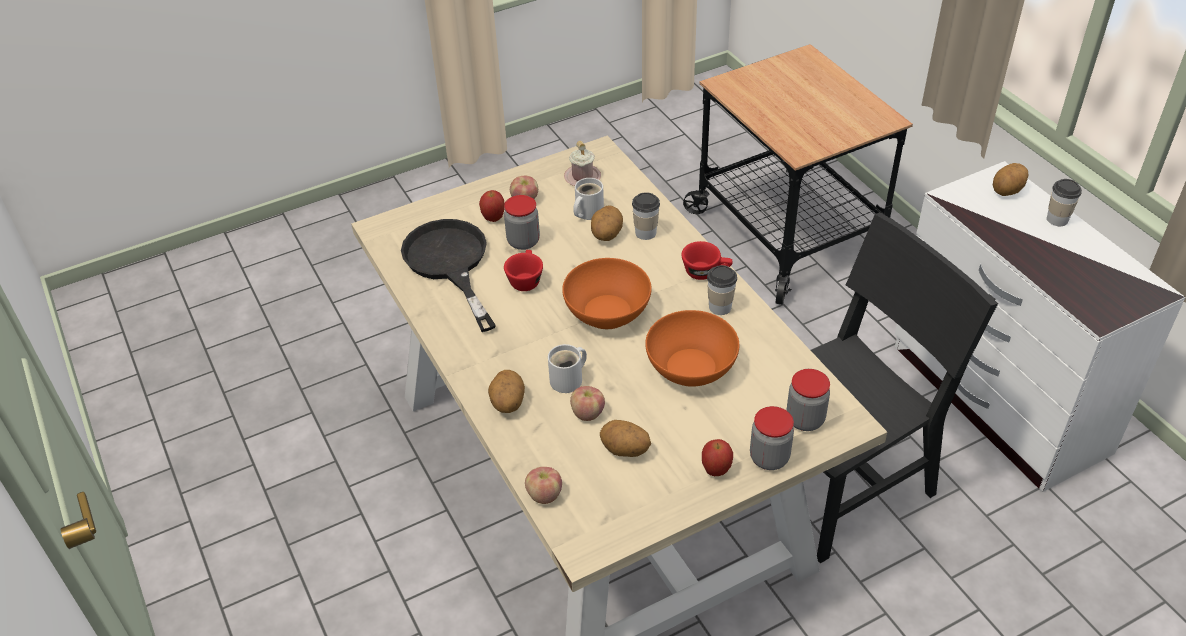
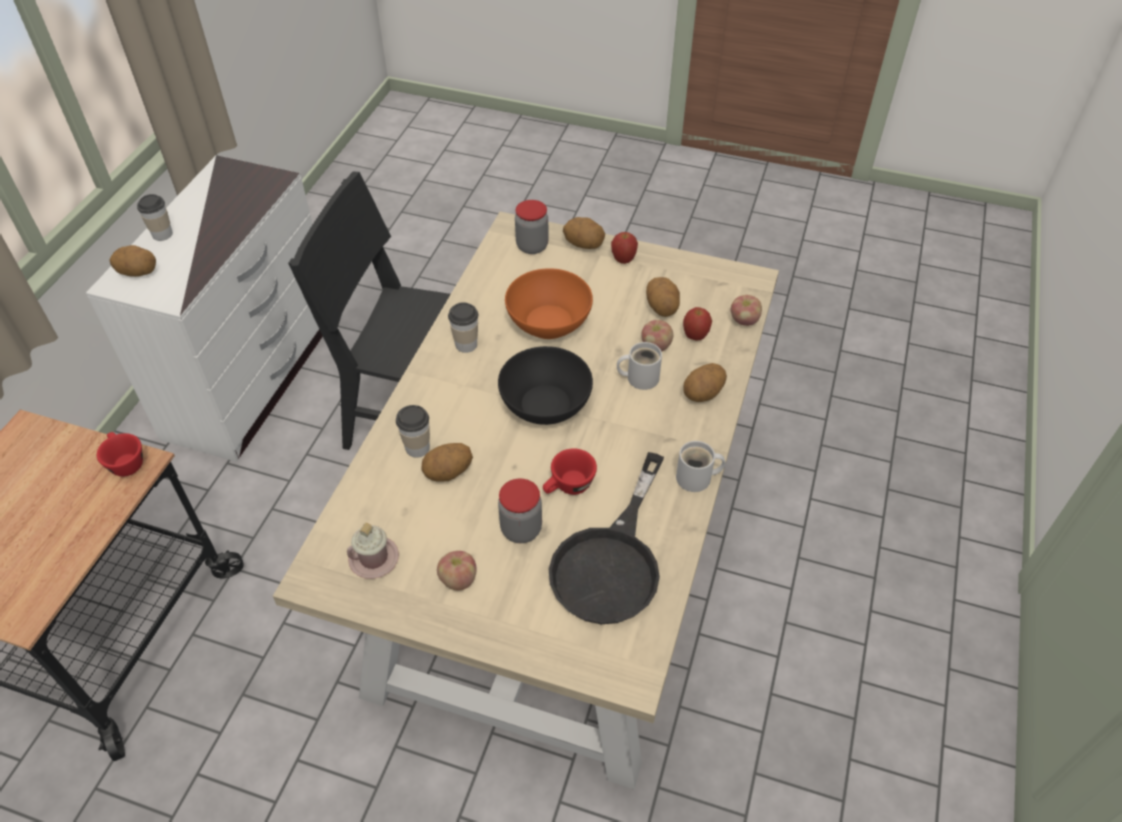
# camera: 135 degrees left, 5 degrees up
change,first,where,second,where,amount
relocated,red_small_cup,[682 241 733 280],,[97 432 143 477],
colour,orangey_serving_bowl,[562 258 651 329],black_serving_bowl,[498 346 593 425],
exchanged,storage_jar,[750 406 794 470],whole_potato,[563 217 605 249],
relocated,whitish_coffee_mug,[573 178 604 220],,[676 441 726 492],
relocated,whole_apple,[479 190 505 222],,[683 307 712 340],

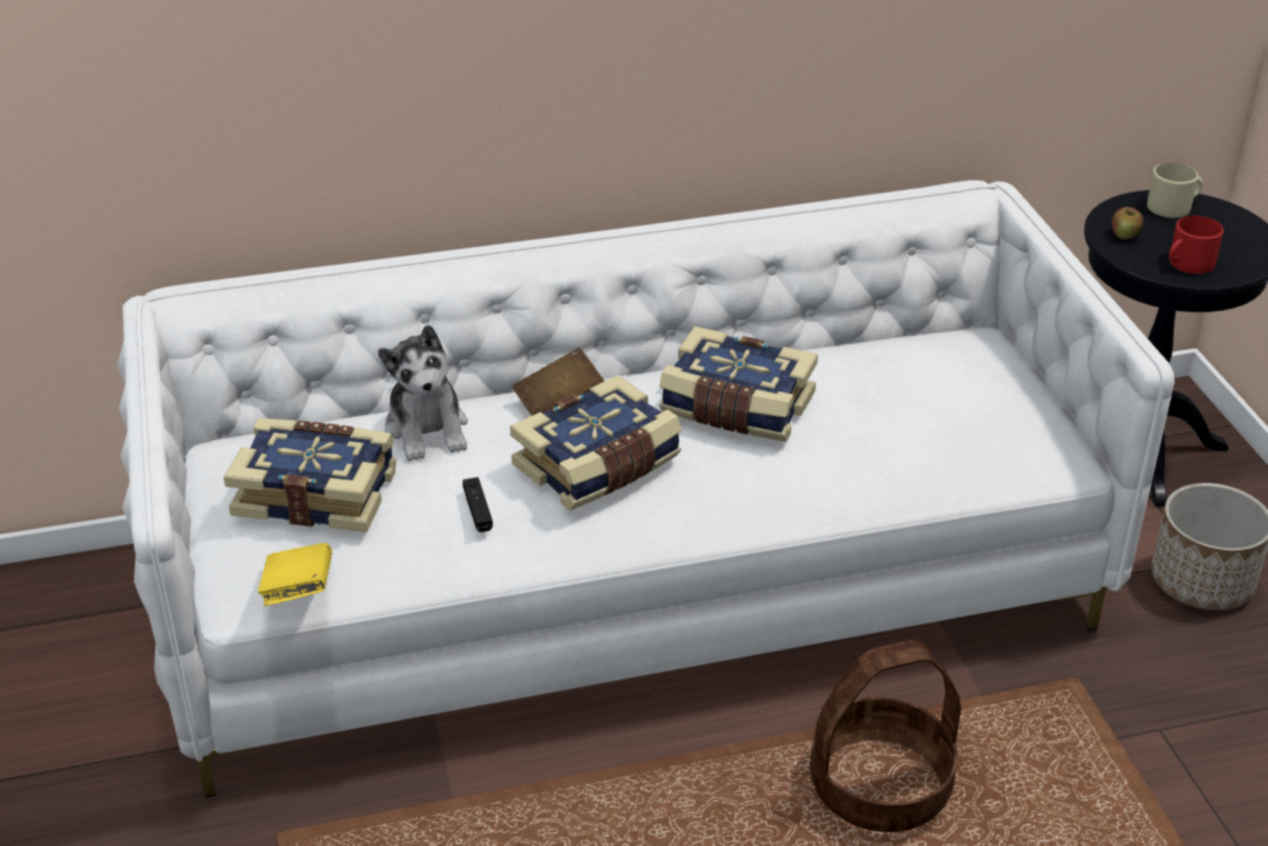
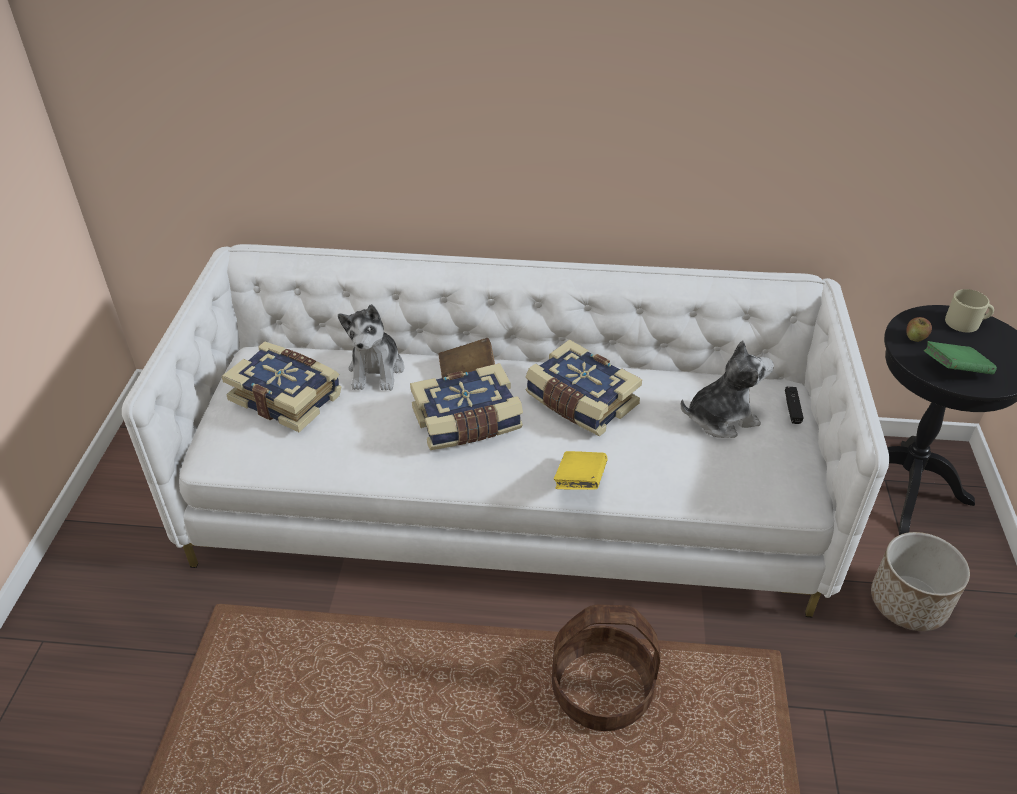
# camera: 20 degrees right, 5 degrees up
change,first,where,second,where,amount
relocated,yellowish_book,[258 543 332 606],,[554 451 607 490],
appeared,,,plush_toy,[681 340 774 438],
relocated,black_game_controller,[463 477 493 532],,[785 387 803 424],
exchanged,red_coffee_mug,[1169 215 1224 274],greenish_book,[924 341 997 375],

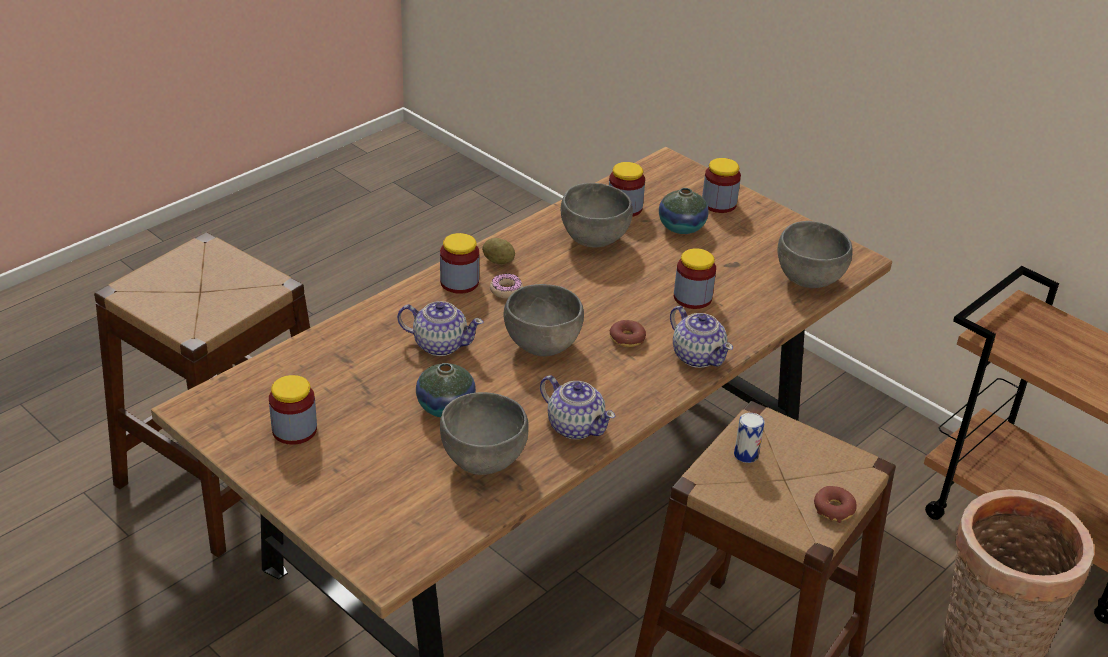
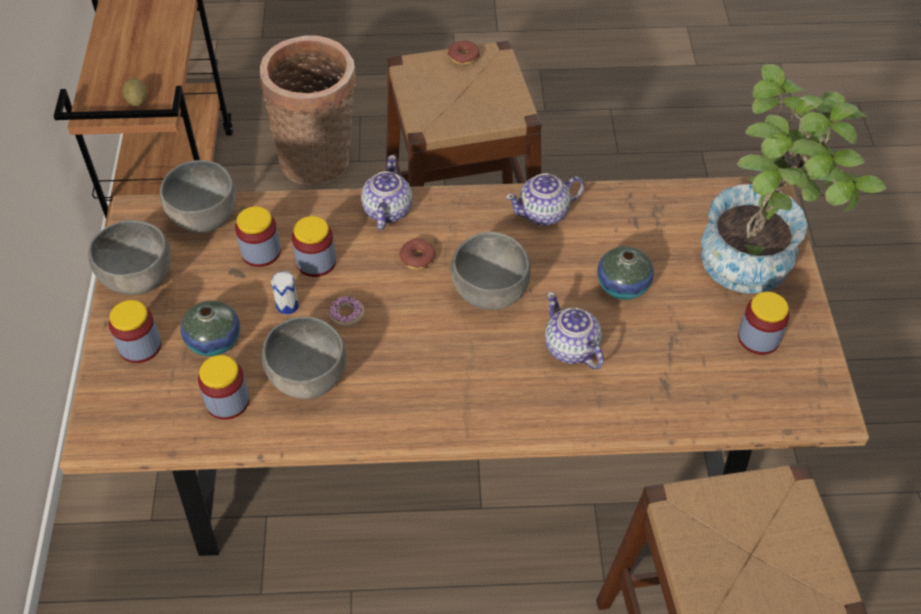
# camera: 135 degrees left, 15 degrees up
change,first,where,second,where,amount
relocated,gray_serving_bowl,[440 392 529 475],,[88 220 171 295],
relocated,whole_potato,[482 238 515 264],,[123 78 148 106],
relocated,storage_jar,[440 233 479 294],,[235 206 281 267],
relocated,metal_can,[734 413 765 463],,[271 271 299 315],
relocated,ring_doughnut,[490 274 523 299],,[329 296 364 327],
spun,teapot,[540 375 615 439],,[505 173 584 226],105 degrees counterclockwise
appeared,,,houseplant,[701 64 886 294],

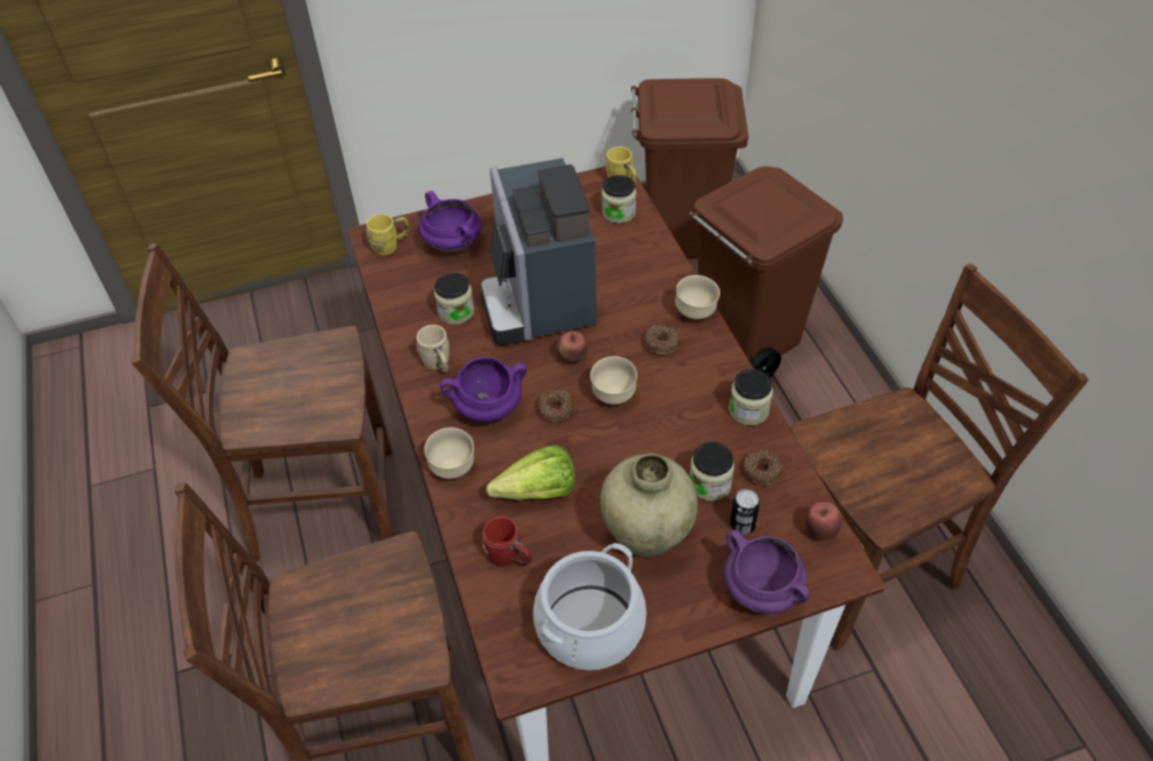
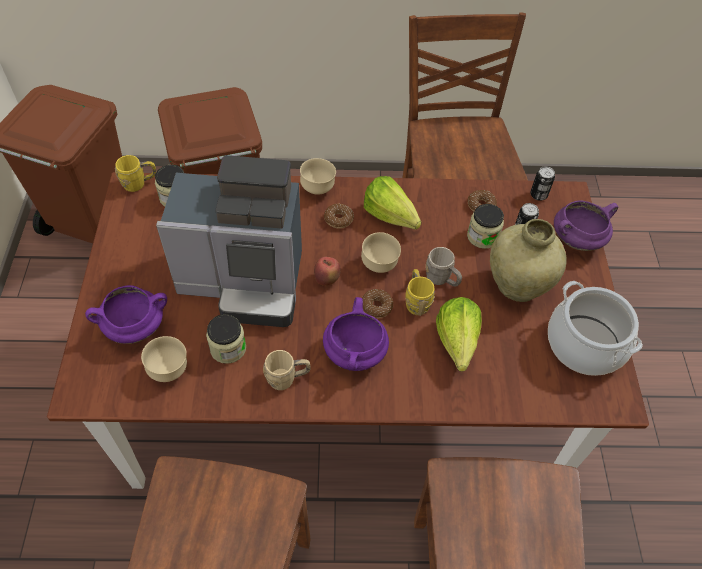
# camera: 75 degrees left, 5 degrees up
change,first,where,second,where,amount
relocated,beige-coloured_serving_bowl,[424 427 474 479],,[141 336 187 382],
appeared,,,lettuce_head,[364 176 421 230],
relocated,yellowish_coffee_mug,[366 214 410 256],,[406 269 435 316],
appeared,,,gray_coffee_mug,[426 247 462 287],
exchanged,whole_apple,[806 502 842 540],metal_can,[530 166 555 201],
missing,red_coffee_mug,[483 516 532 566],,,
missing,storage_jar,[729 369 773 425],,,

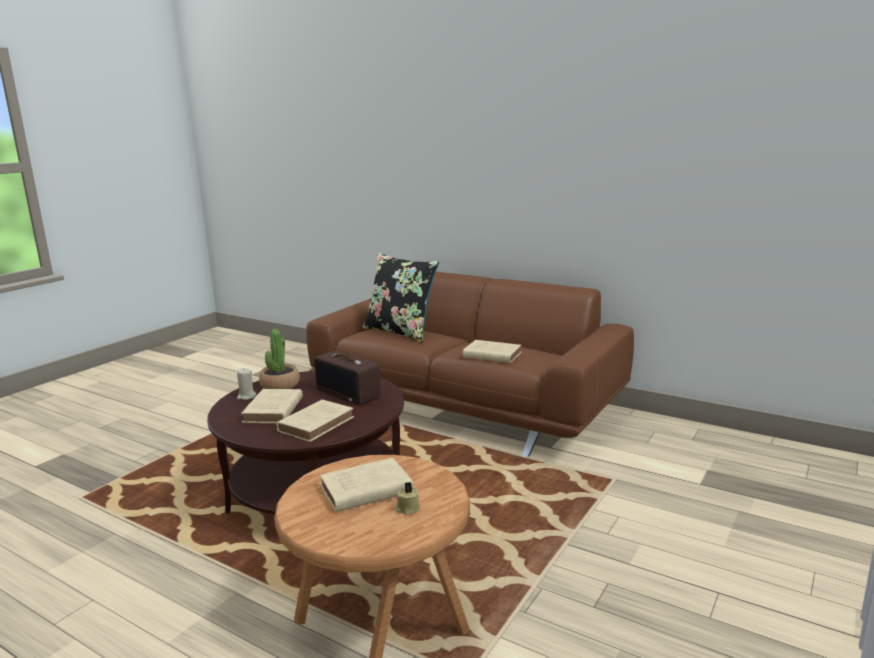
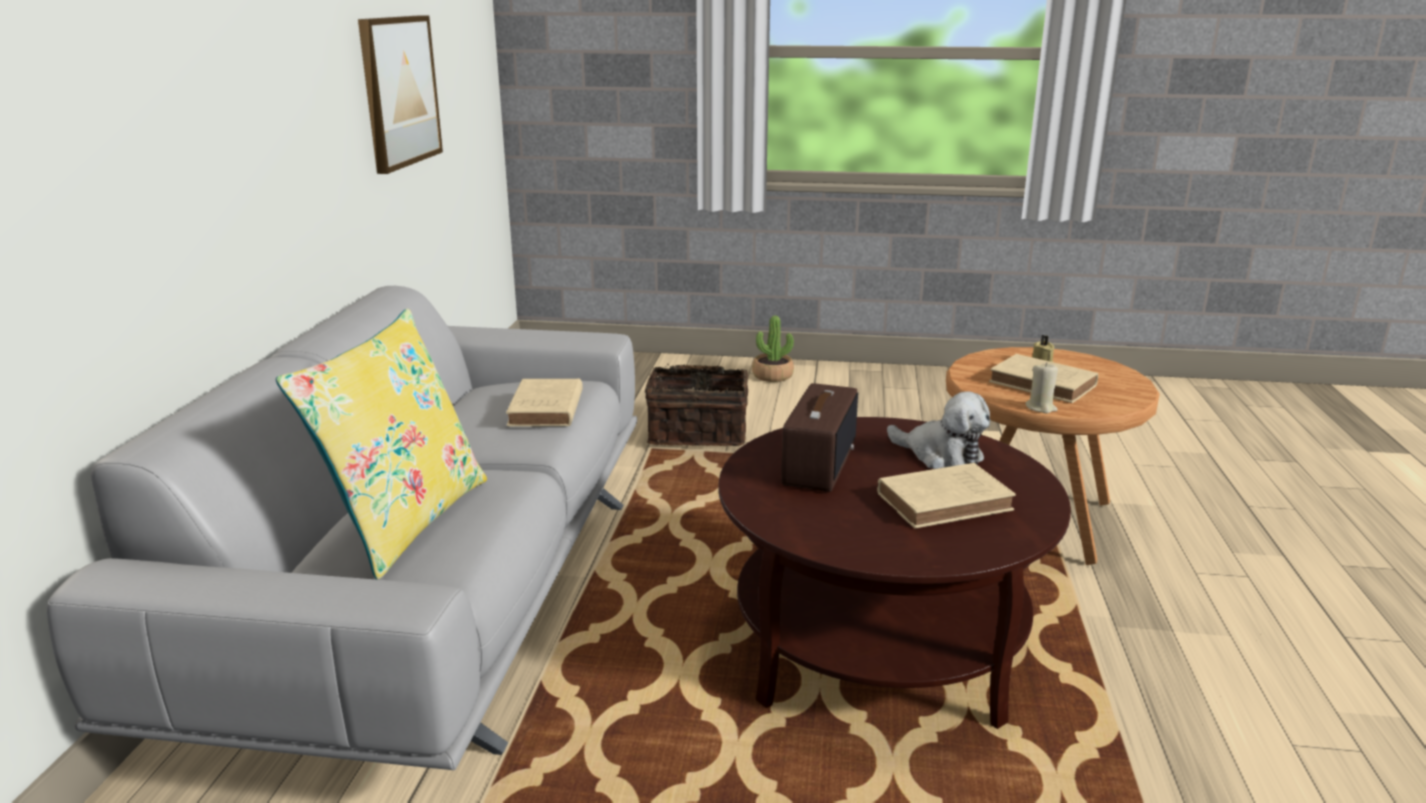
# camera: 115 degrees left, 5 degrees up
change,first,where,second,where,amount
colour,brown-coloured_couch,[307 272 634 457],gray_couch,[47 286 637 770],
colour,black_cushion,[363 253 439 342],yellowish_cushion,[276 309 487 580],
appeared,,,wall_picture,[358 15 443 174],
appeared,,,storage_basket,[645 364 748 446],
relocated,houseplant,[259 329 300 389],,[752 316 794 382],
exchanged,beige-coloured_book,[276 399 354 442],plush_toy,[887 391 990 469],
relocated,beige-coloured_candle,[237 368 256 400],,[1026 362 1058 413],

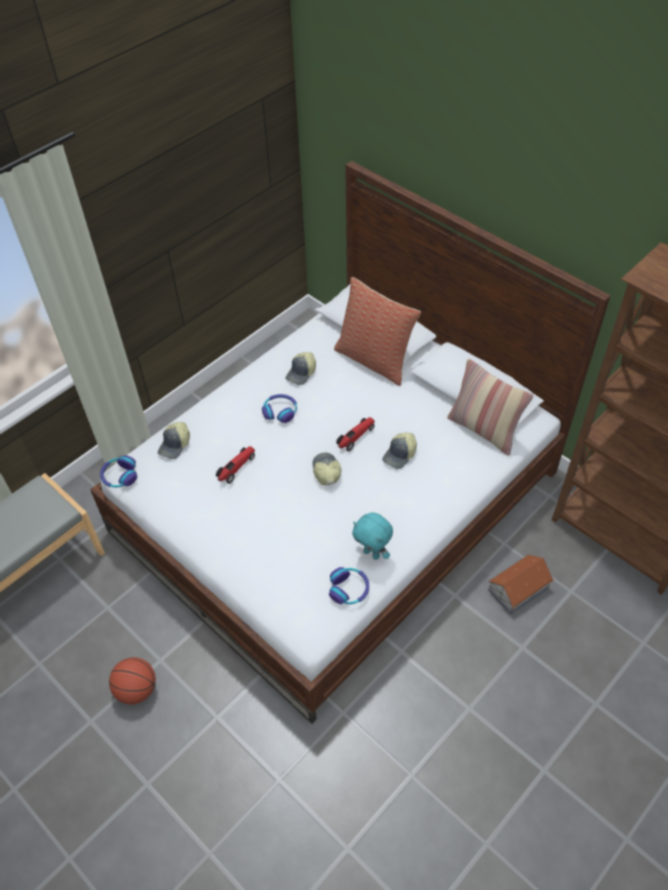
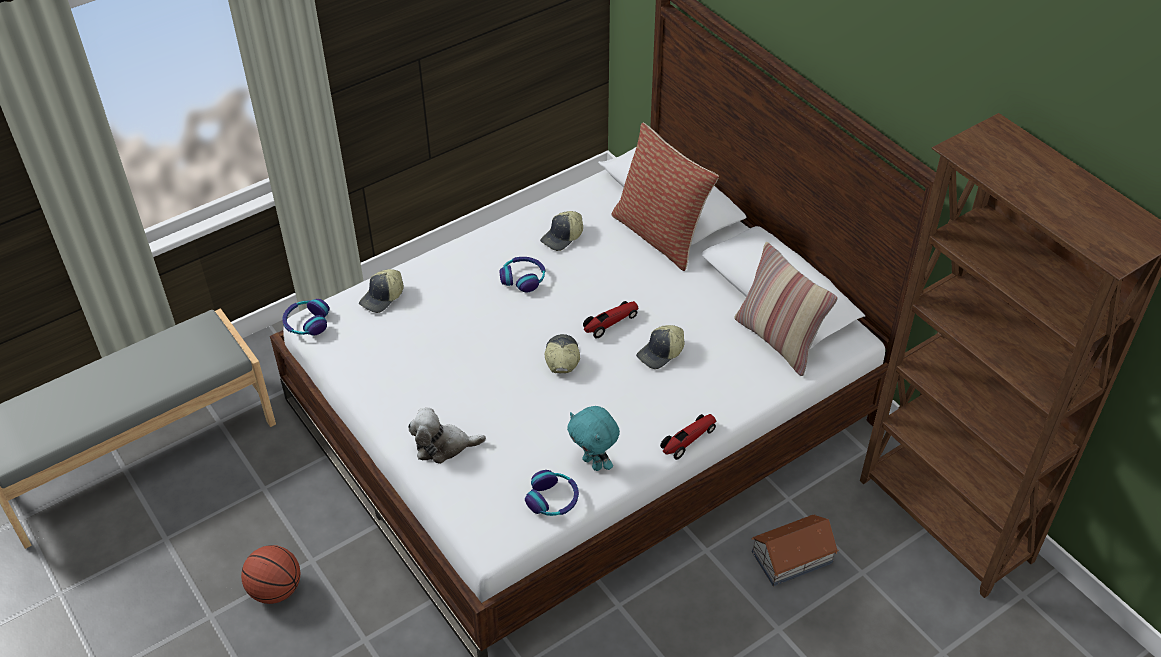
# camera: 10 degrees right, 5 degrees down
change,first,where,second,where,amount
appeared,,,plush_toy,[408 408 486 464],
relocated,model_car,[216 446 255 484],,[660 414 716 460],

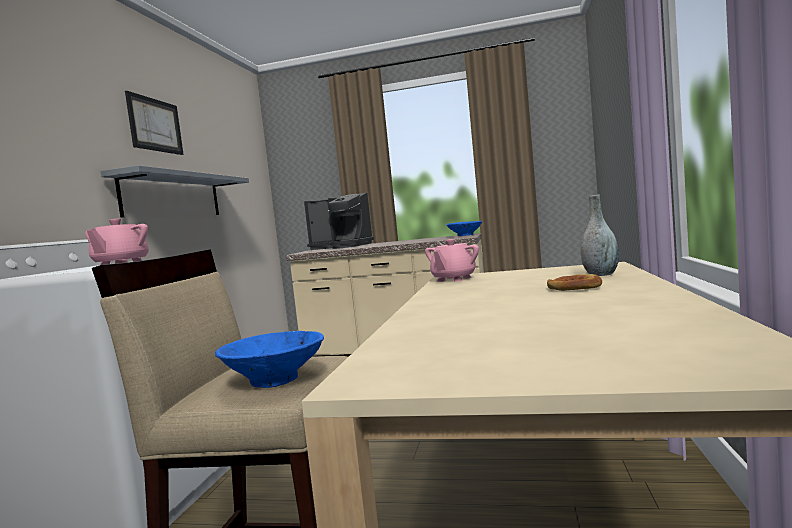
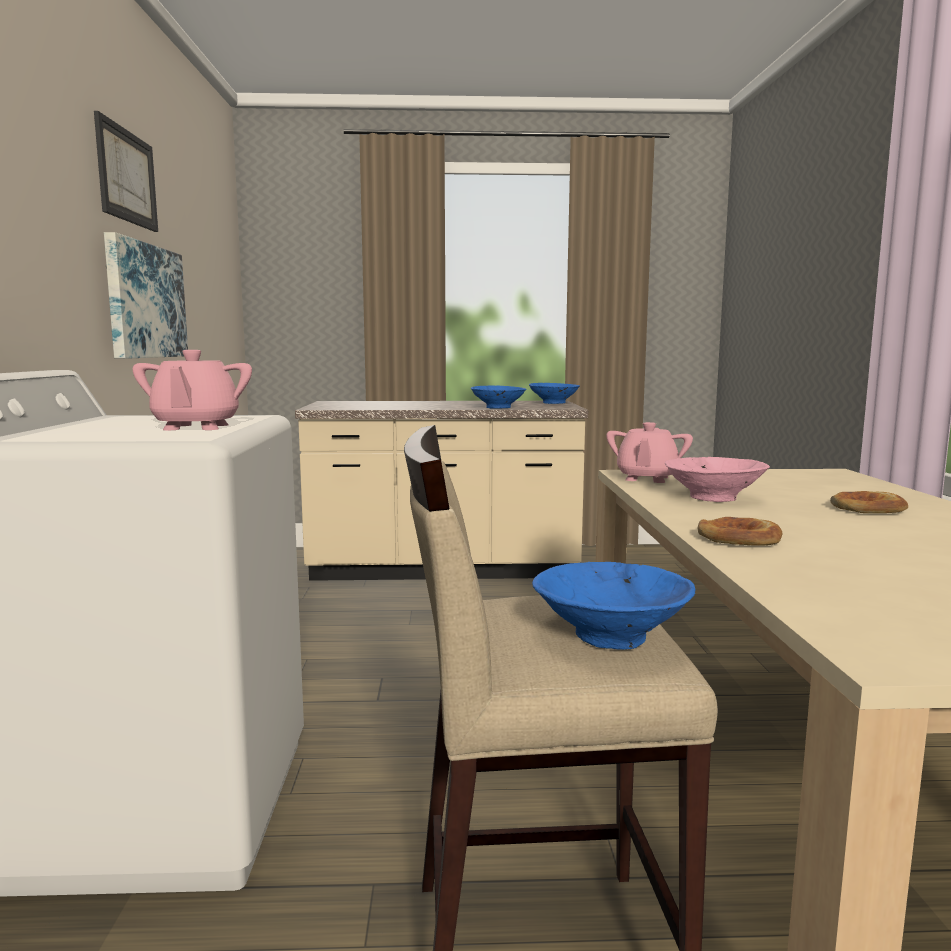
# camera: 15 degrees left, 5 degrees up
change,first,where,second,where,amount
exchanged,gray_wall_shelf,[101 165 249 218],wall_picture,[104 232 188 359],
appeared,,,bluish_serving_bowl,[471 386 527 409],
appeared,,,pink-coloured_serving_bowl,[665 457 770 502],
appeared,,,bakery_bread,[698 517 783 546],
missing,coffee_maker,[304 193 374 250],,,
missing,gray_flower_vase,[581 194 619 276],,,

